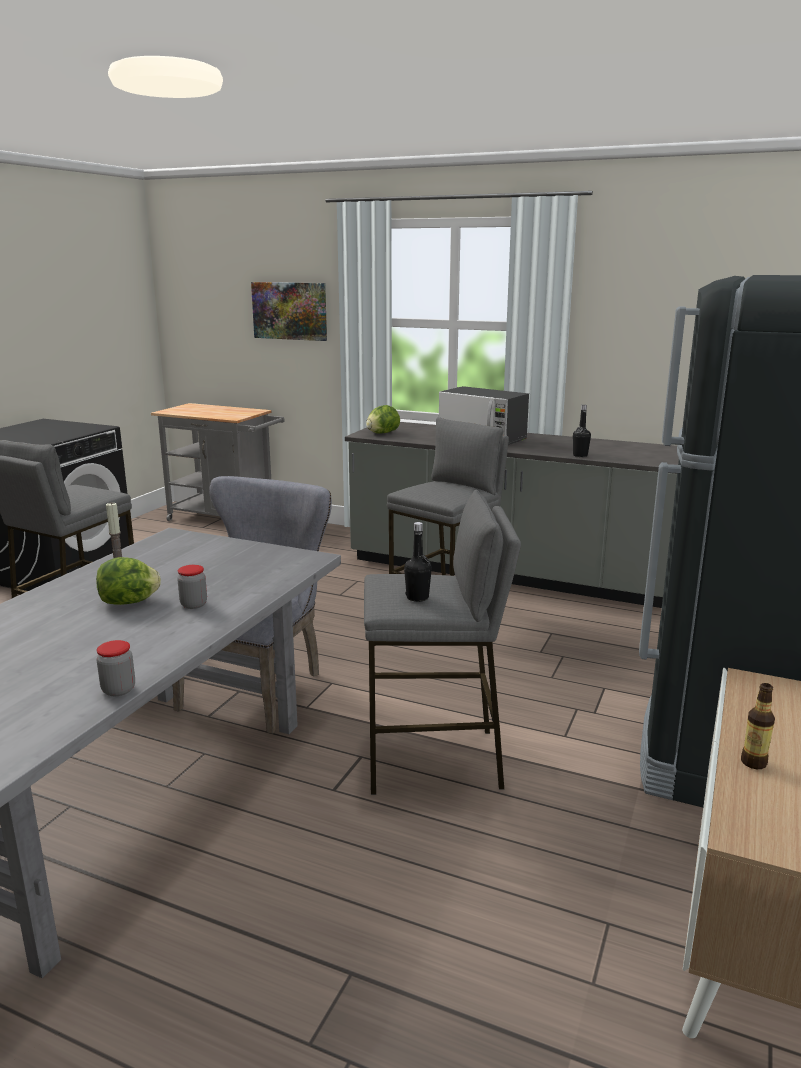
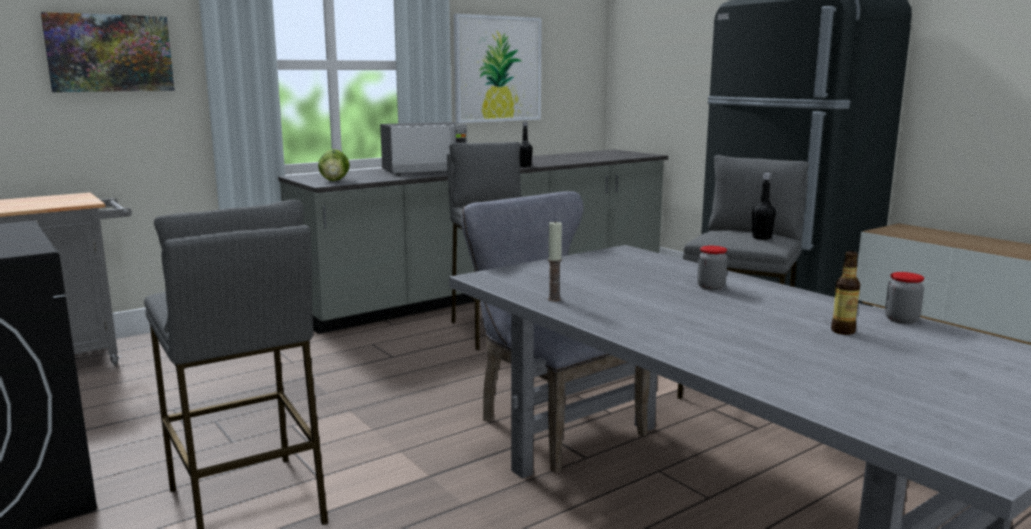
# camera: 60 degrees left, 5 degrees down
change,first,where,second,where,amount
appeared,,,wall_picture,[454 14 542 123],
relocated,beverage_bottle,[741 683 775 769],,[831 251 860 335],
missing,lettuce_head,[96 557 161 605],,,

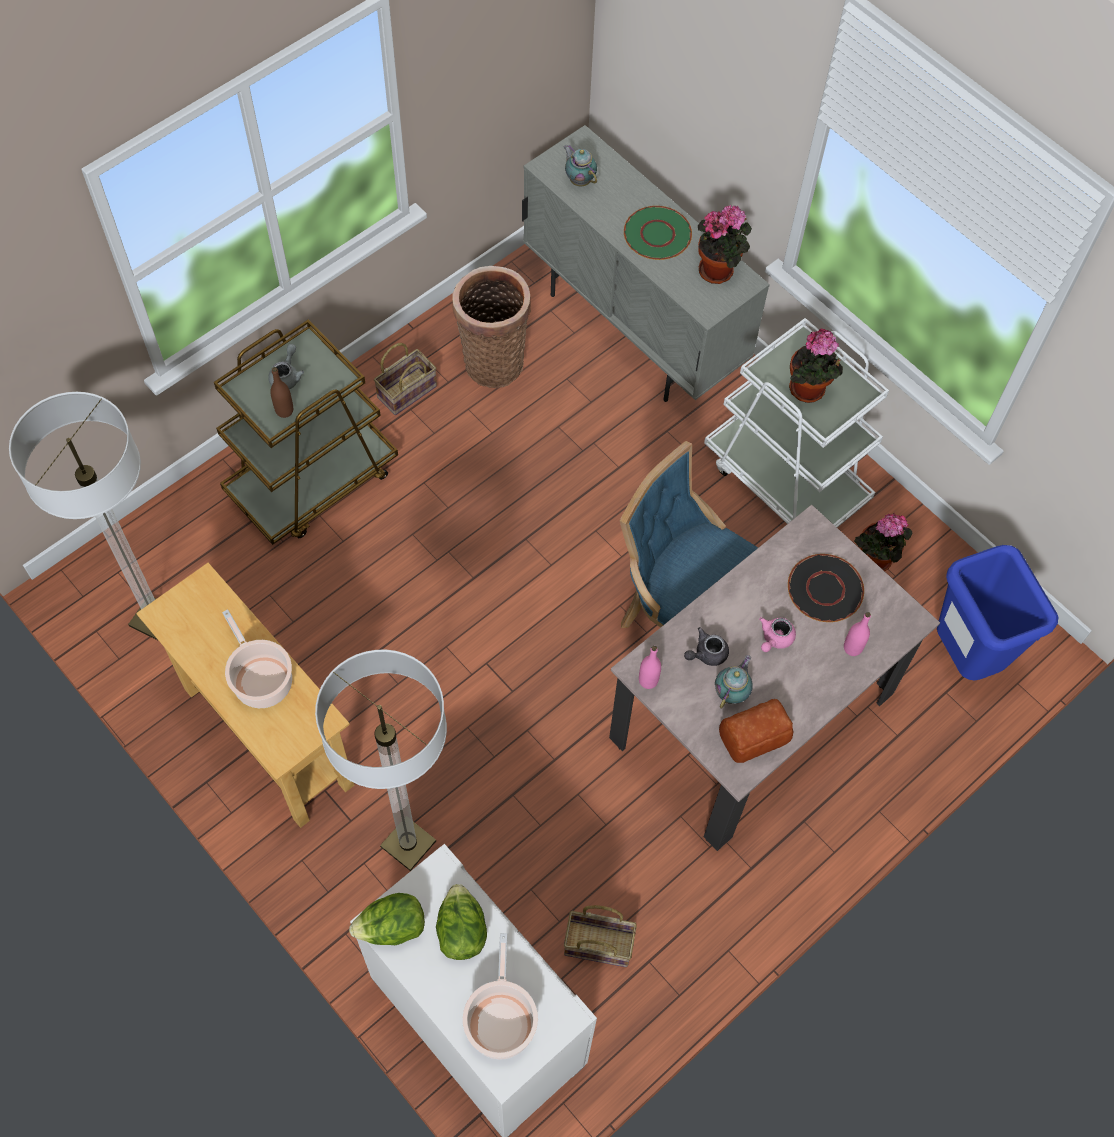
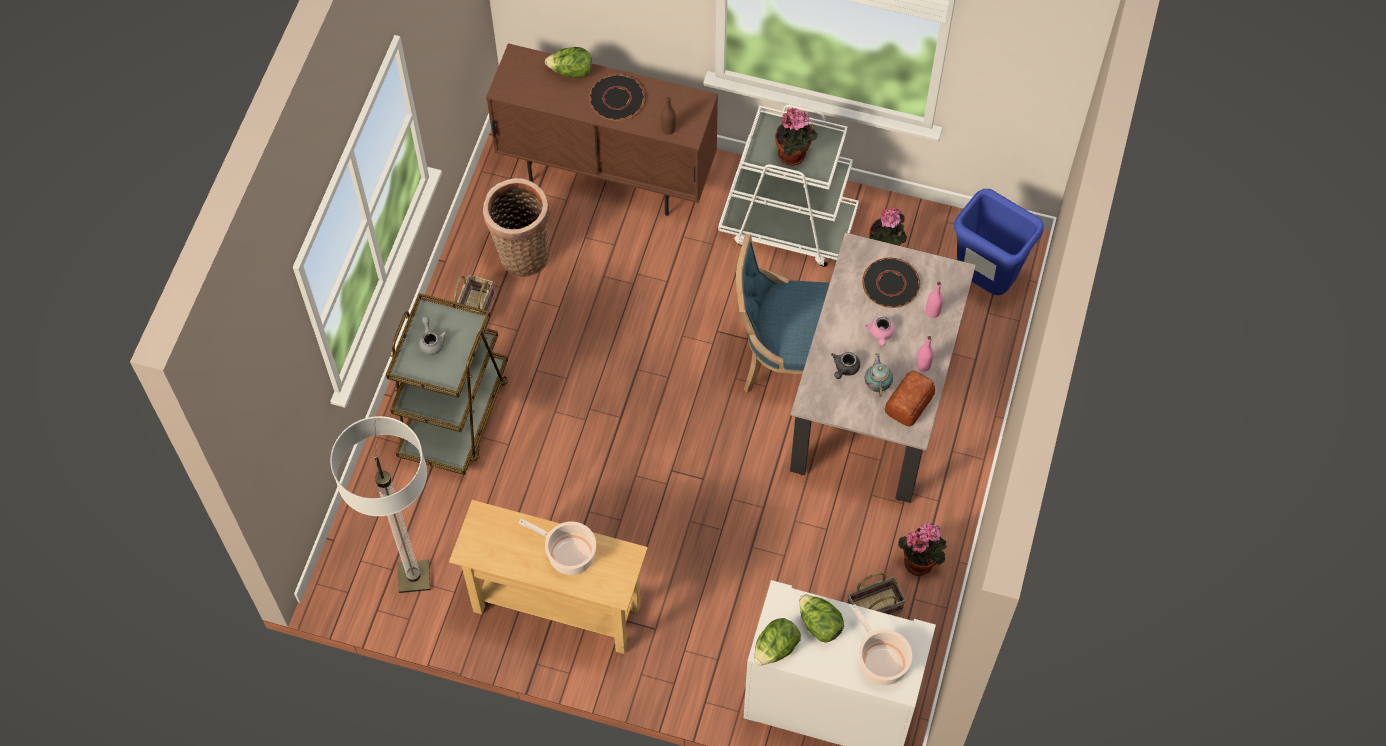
# camera: 30 degrees left, 0 degrees up
change,first,where,second,where,amount
colour,gray_storage_cabinet,[522 125 770 402],brown-coloured_storage_cabinet,[486 43 718 216],
appeared,,,lettuce_head,[545 47 592 78],
colour,greenish_flat_dish,[624 206 692 260],black_flat_dish,[589 74 645 120],
relocated,brown-coloured_beverage_bottle,[270 367 293 418],,[661 95 676 135],
relocated,houseplant,[698 205 752 284],,[898 522 947 576],
relocated,pink-coloured_beverage_bottle,[639 646 661 689],,[916 336 934 372],
missing,standard_lamp,[315 650 447 871],,,
missing,teapot,[564 145 597 186],,,

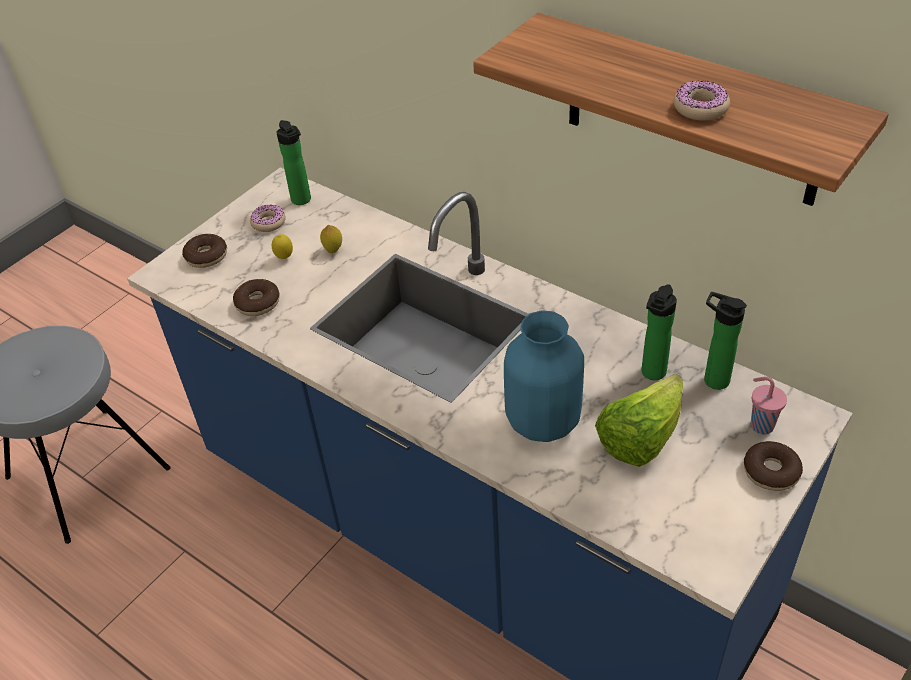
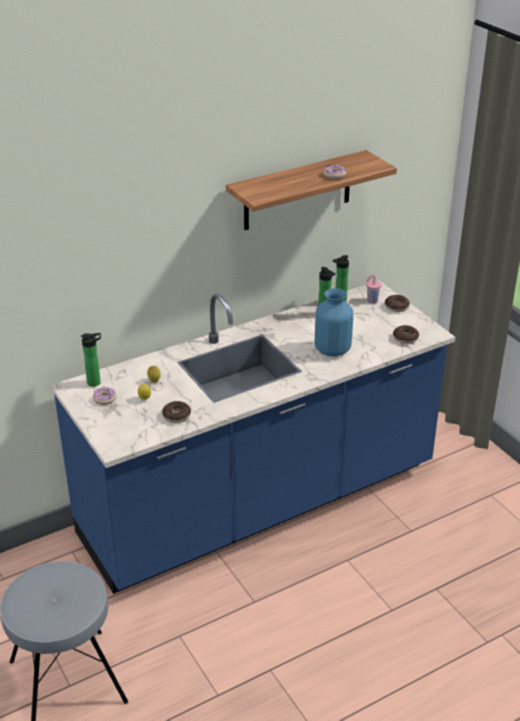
# camera: 70 degrees left, 10 degrees down
change,first,where,second,where,amount
relocated,ring_doughnut,[182 234 227 268],,[393 325 419 344],
missing,lettuce_head,[595 374 683 467],,,

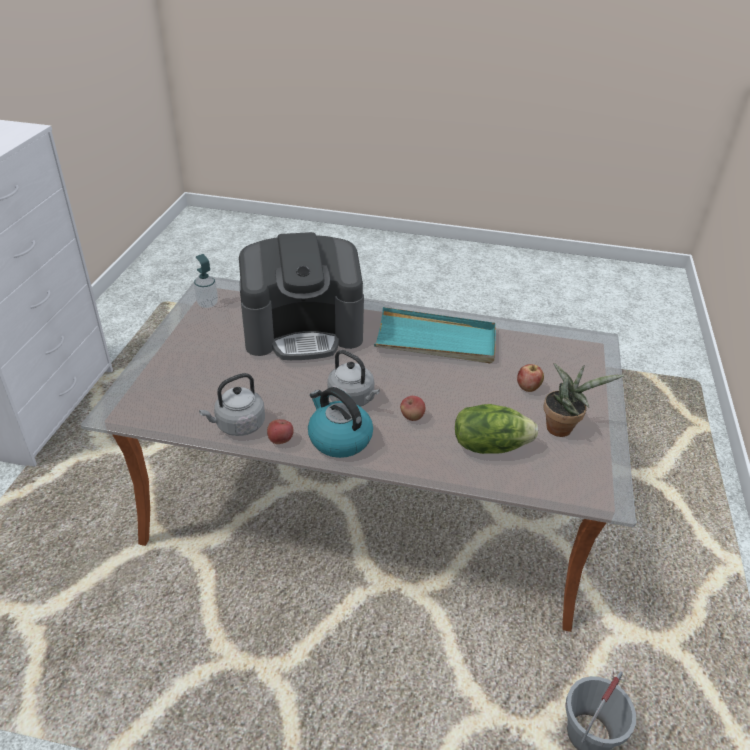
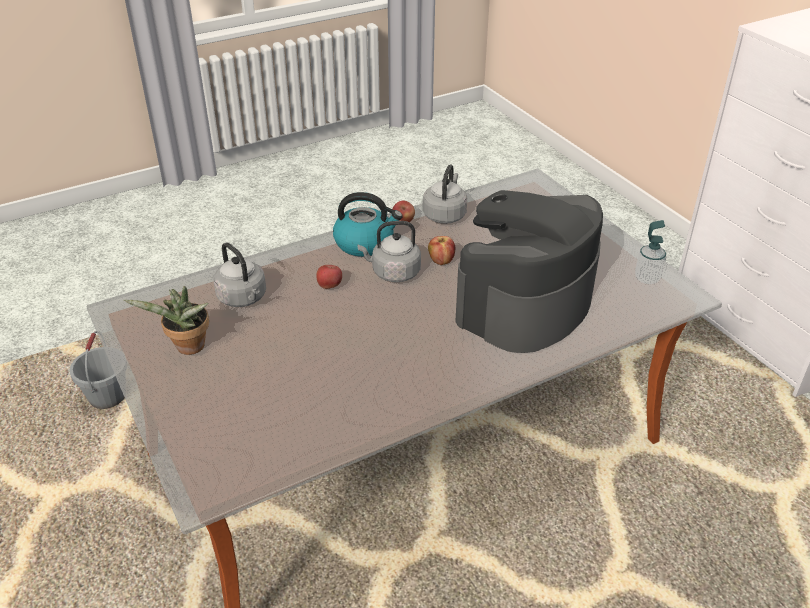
# camera: 140 degrees right, 0 degrees up
change,first,where,second,where,amount
exchanged,lettuce_head,[455 404 538 454],gray_water_kettle,[213 242 266 307],
relocated,whole_apple,[517 364 544 392],,[428 236 455 265],
missing,turquoise-coloured_tray,[374 307 496 363],,,

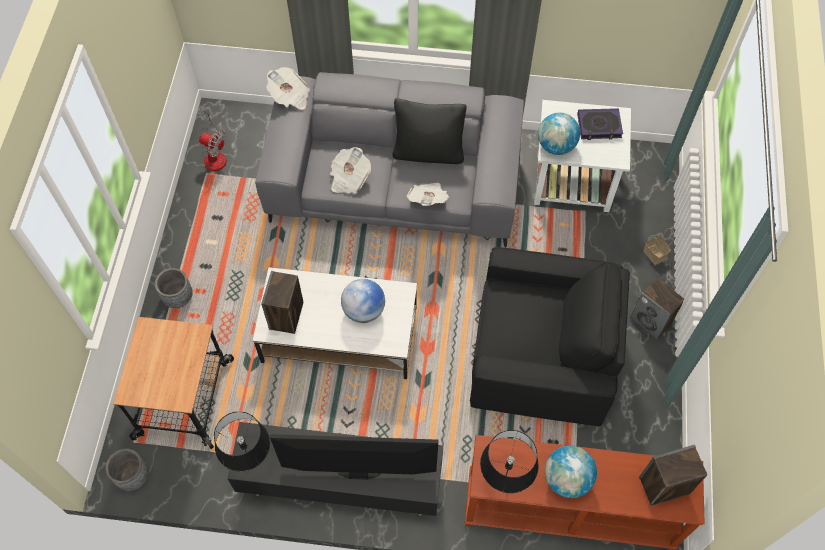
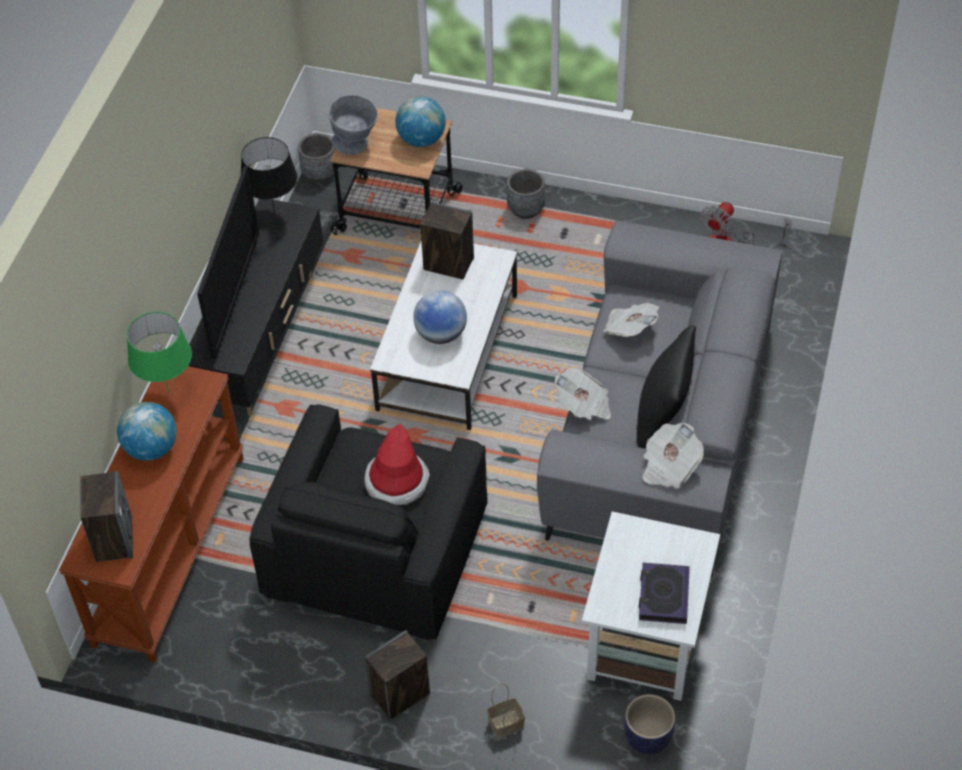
# camera: 100 degrees right, 10 degrees down
change,first,where,second,where,amount
colour,black_tabletop_lamp,[480 430 539 493],greenish_tabletop_lamp,[127 312 192 393],
appeared,,,gray_serving_bowl,[329 95 378 155],
appeared,,,hat,[364 424 430 505],
relocated,globe,[538 113 580 155],,[395 96 446 147],
appeared,,,planter,[624 694 675 754],
relocated,newspaper,[266 67 310 110],,[643 423 704 489],

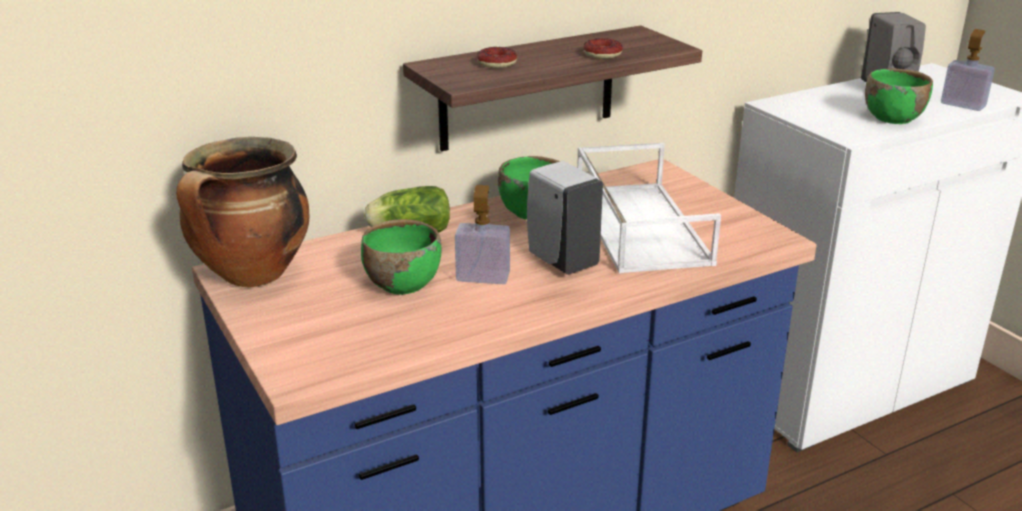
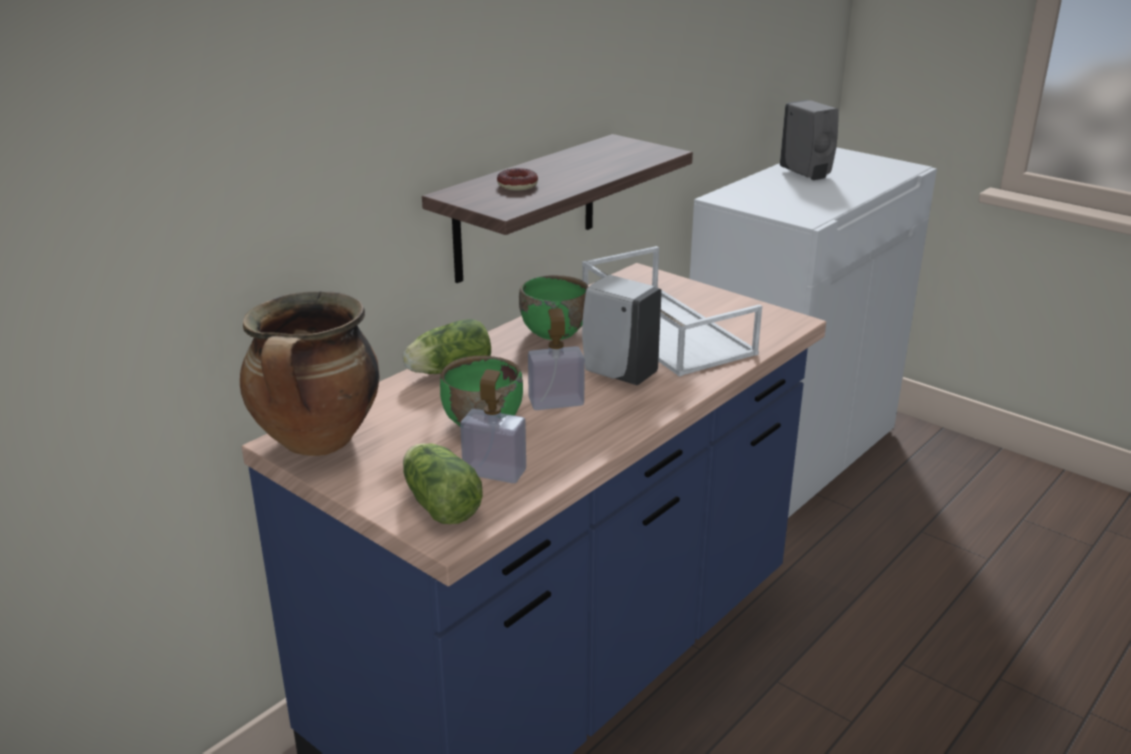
# camera: 20 degrees left, 0 degrees up
change,first,where,second,where,amount
appeared,,,lettuce_head,[403 443 483 524],
relocated,soap_bottle,[941 29 995 111],,[460 369 526 483],
missing,ring_doughnut,[583 38 623 59],,,
missing,greenish_serving_bowl,[865 68 933 124],,,

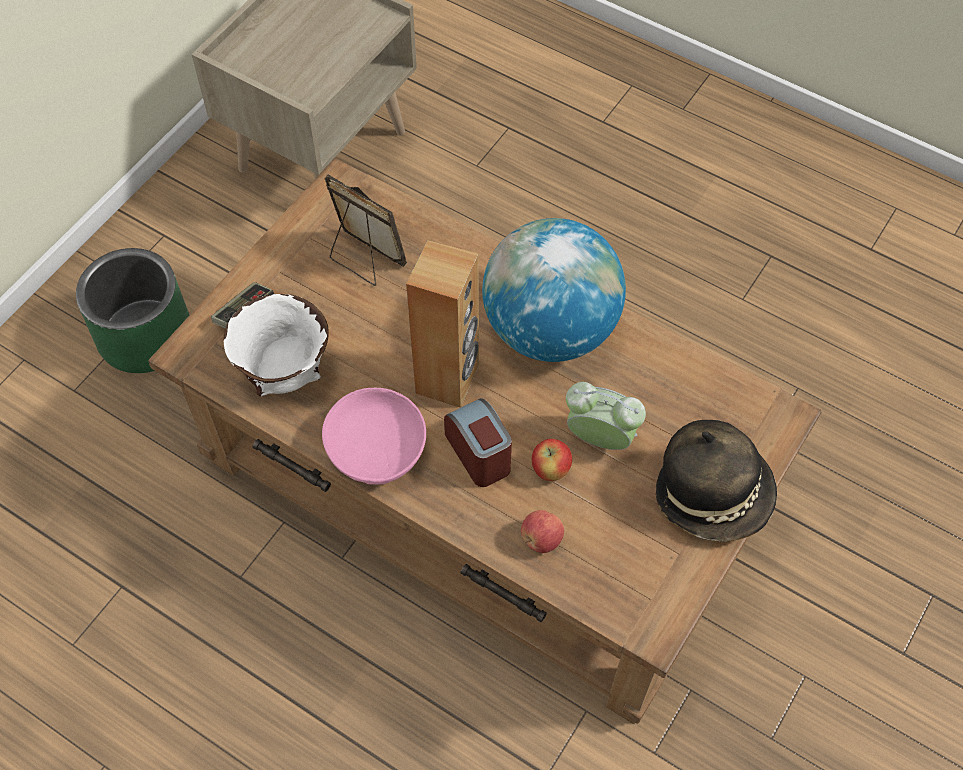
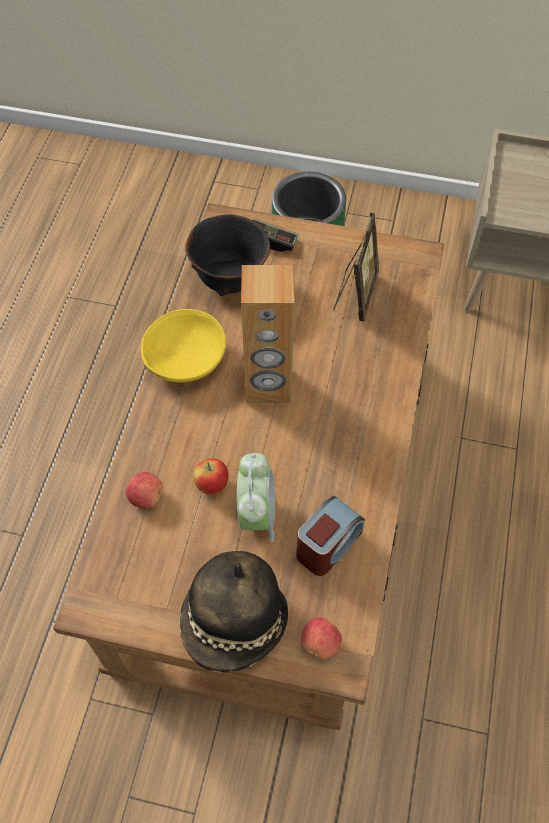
# camera: 70 degrees right, 0 degrees up
change,first,where,second,where,amount
colour,pink-coloured_serving_bowl,[322 388 426 485],yellowish_serving_bowl,[141 309 226 383],
colour,whitish_serving_bowl,[224 294 329 396],black_serving_bowl,[185 214 270 296],
relocated,alarm_clock,[444 398 512 487],,[296 496 365 576],
appeared,,,whole_apple,[301 617 342 659],
missing,globe,[482 218 626 362],,,

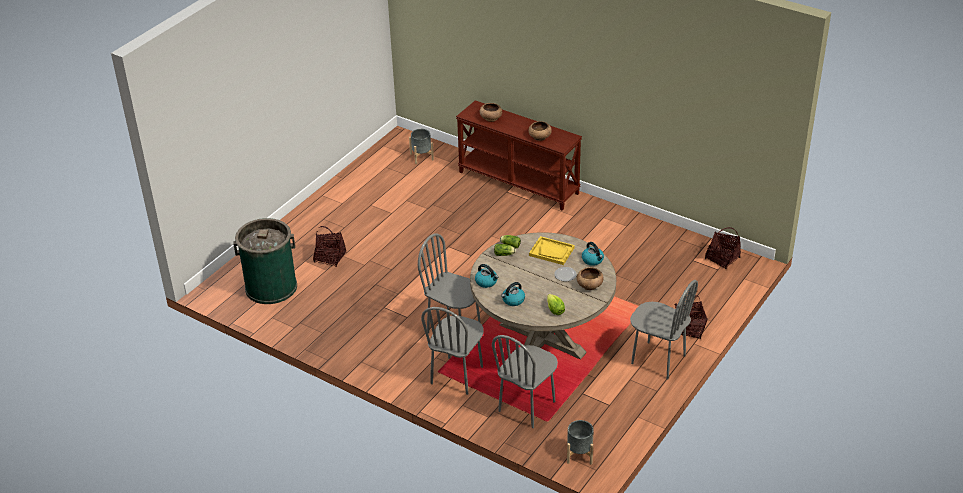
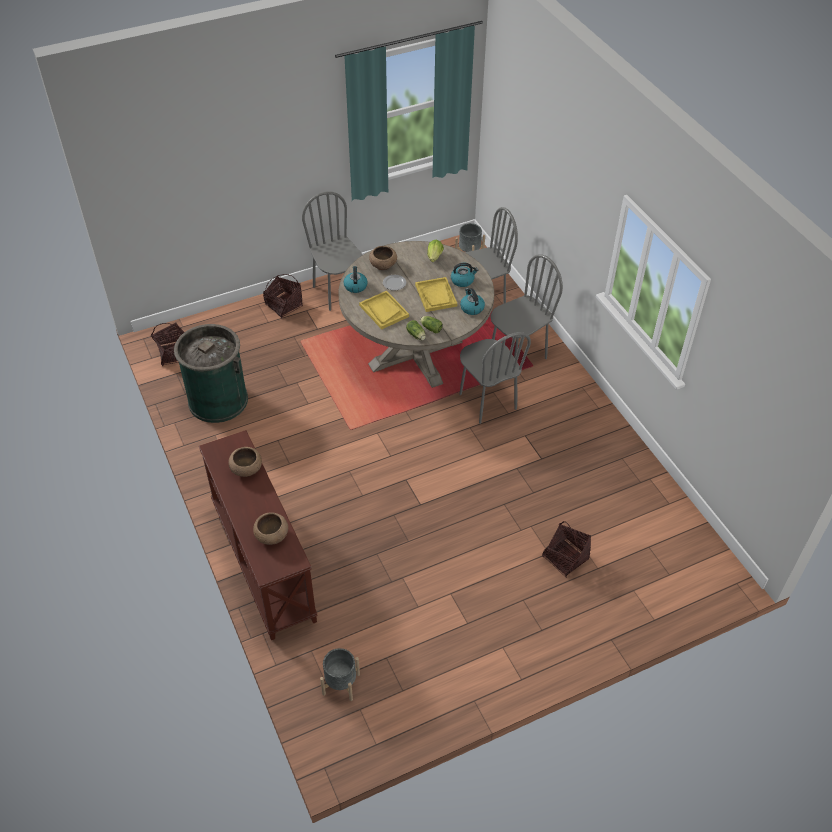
# camera: 150 degrees left, 10 degrees up
change,first,where,second,where,amount
relocated,greenish_trash_can,[233 218 297 304],,[174 324 248 423],
appeared,,,yellowish_tray,[415 277 457 312],

